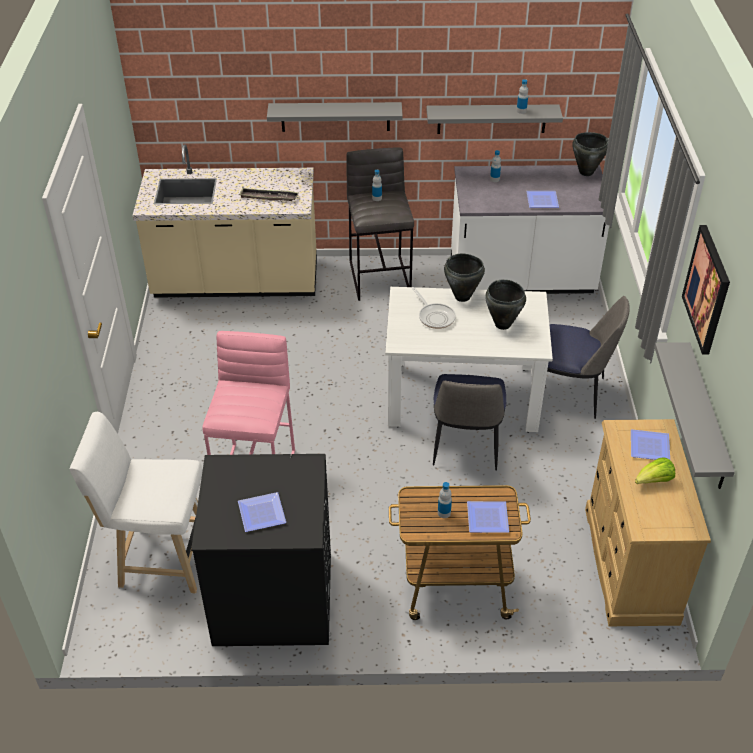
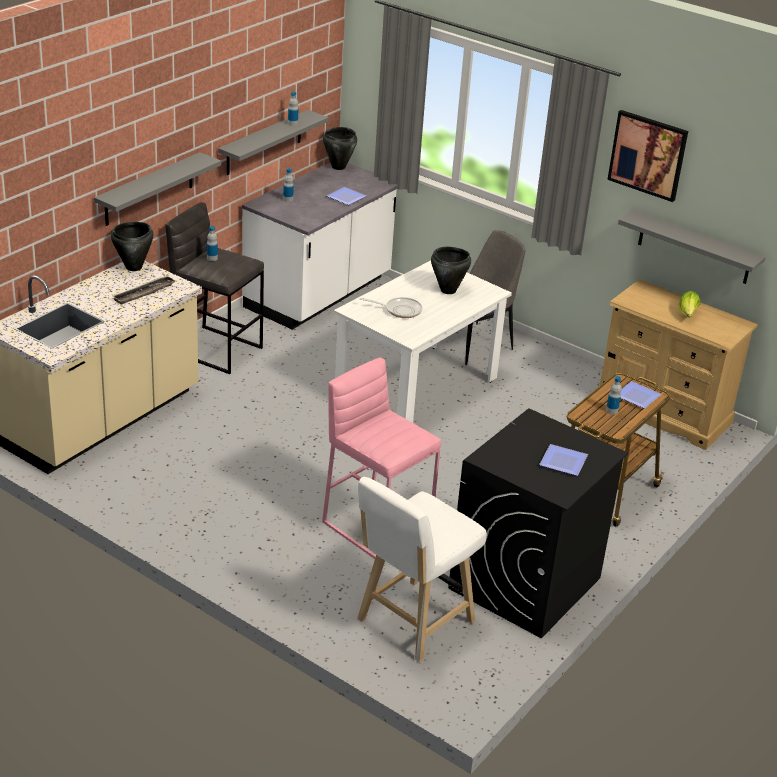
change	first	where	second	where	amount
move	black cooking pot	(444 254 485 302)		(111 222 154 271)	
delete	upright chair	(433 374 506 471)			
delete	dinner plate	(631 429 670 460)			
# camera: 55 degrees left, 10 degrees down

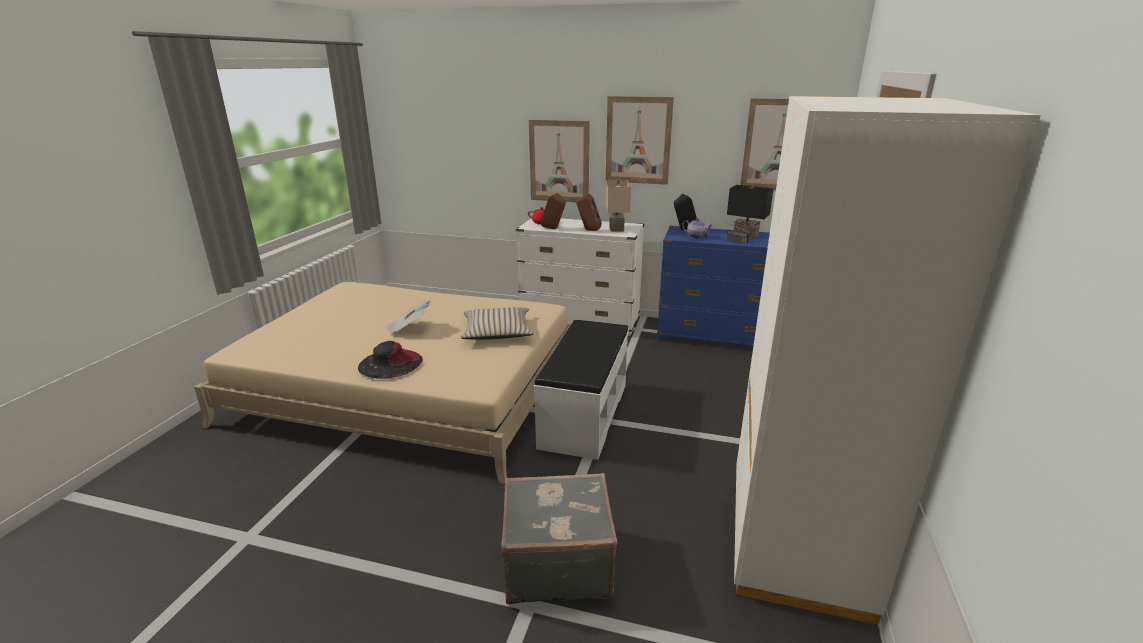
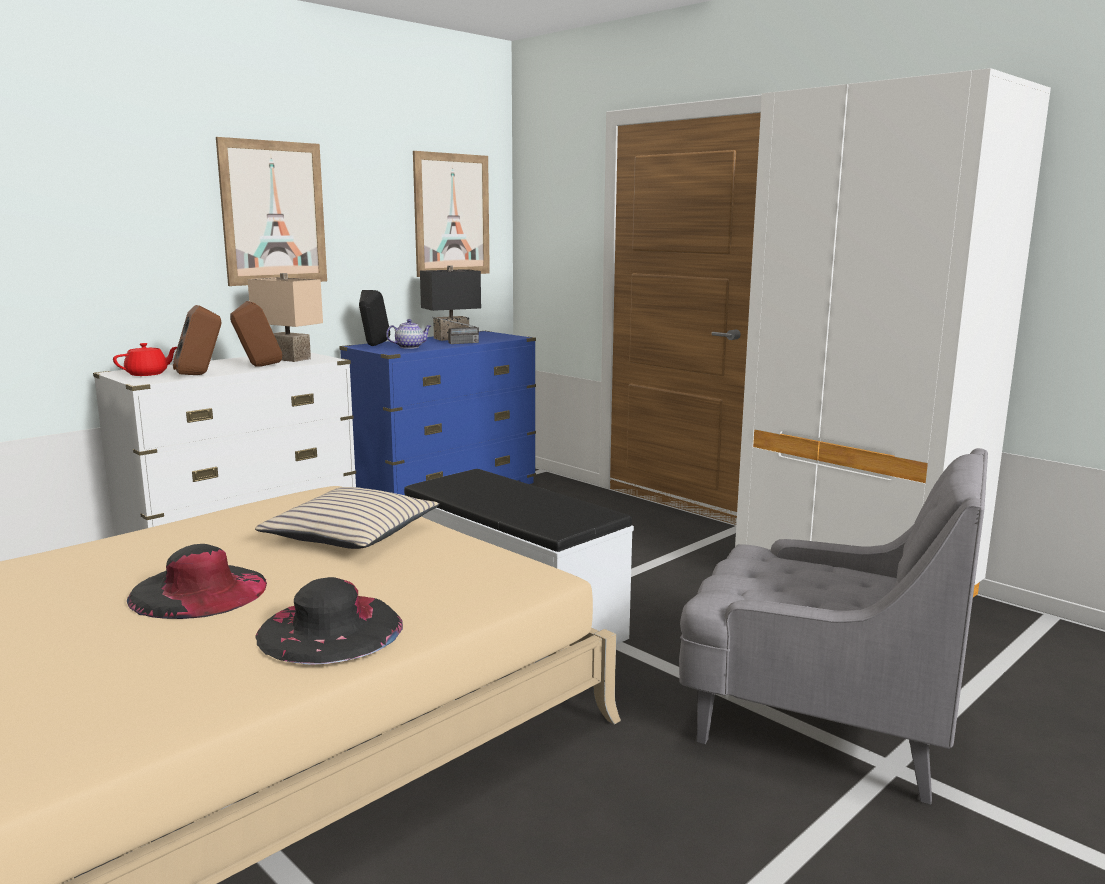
change	first	where	second	where	amount
replace	printed paper	(386 300 431 334)	black clothing hat	(127 544 267 619)	
replace	gray travel case	(501 473 617 604)	gray armchair	(679 448 988 805)	
delete	wall picture	(529 120 590 202)			
# camera: 60 degrees left, 10 degrees down

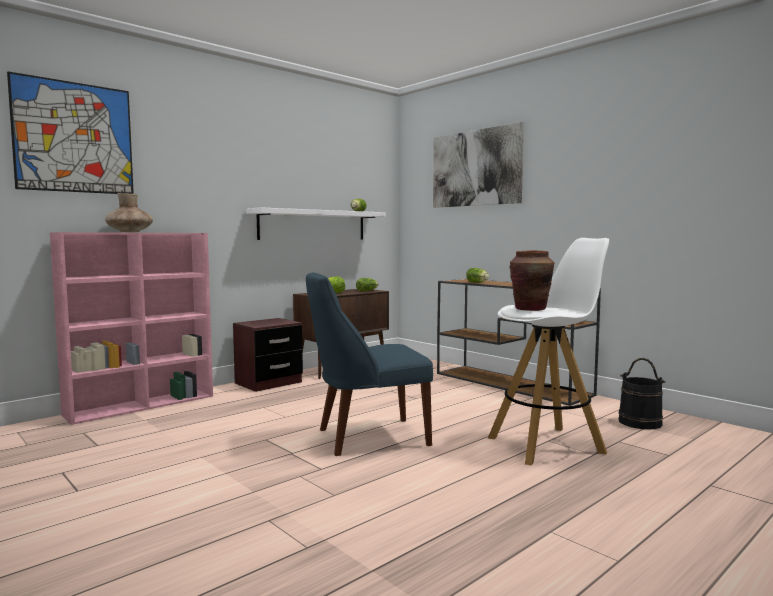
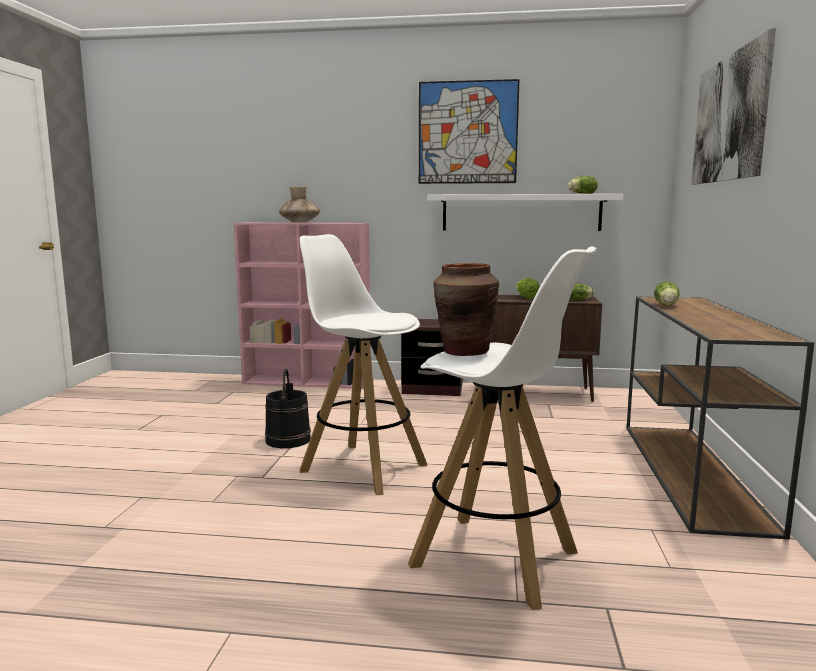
change	first	where	second	where	amount
move	black water bucket	(619 358 665 429)		(265 369 311 448)	
replace	bluish upright chair	(306 272 433 456)	whitish sitting stool	(299 234 428 495)	
move	wall picture	(7 71 134 194)		(419 79 519 184)	
# camera: 50 degrees right, 5 degrees up

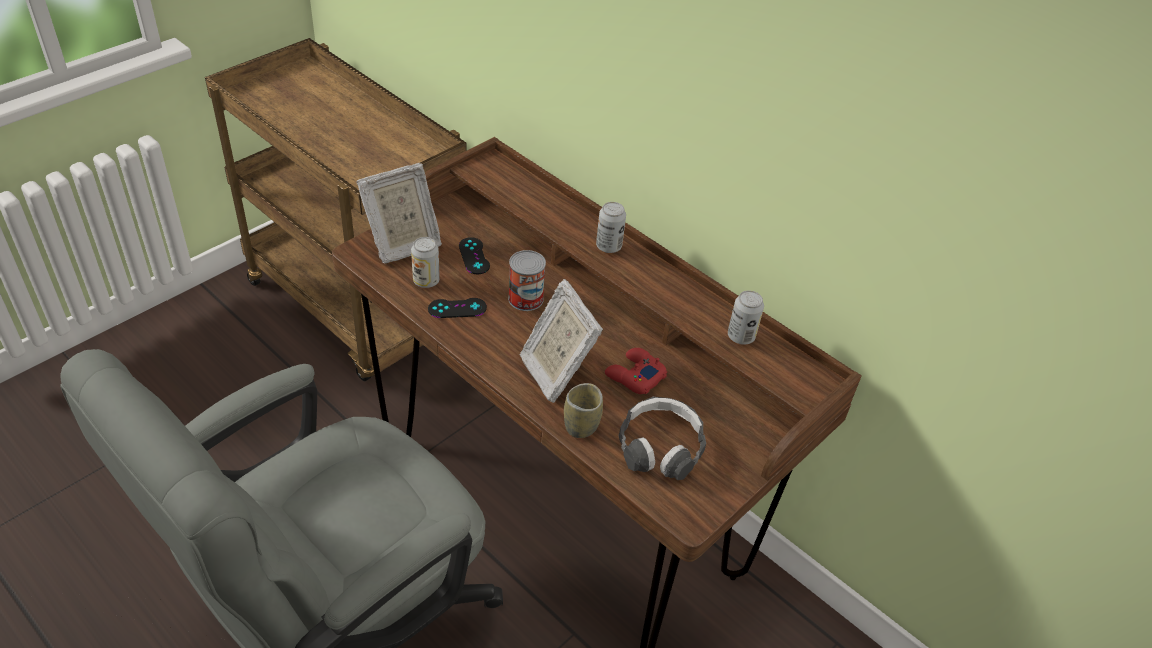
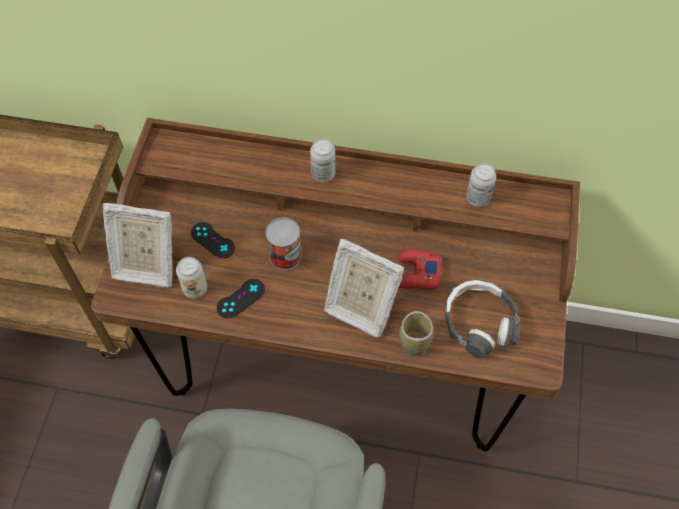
change	first	where	second	where	amount
rotate	standing frame	(356 163 442 263)		(102 203 173 288)	75 degrees clockwise
# camera: 30 degrees left, 15 degrees up

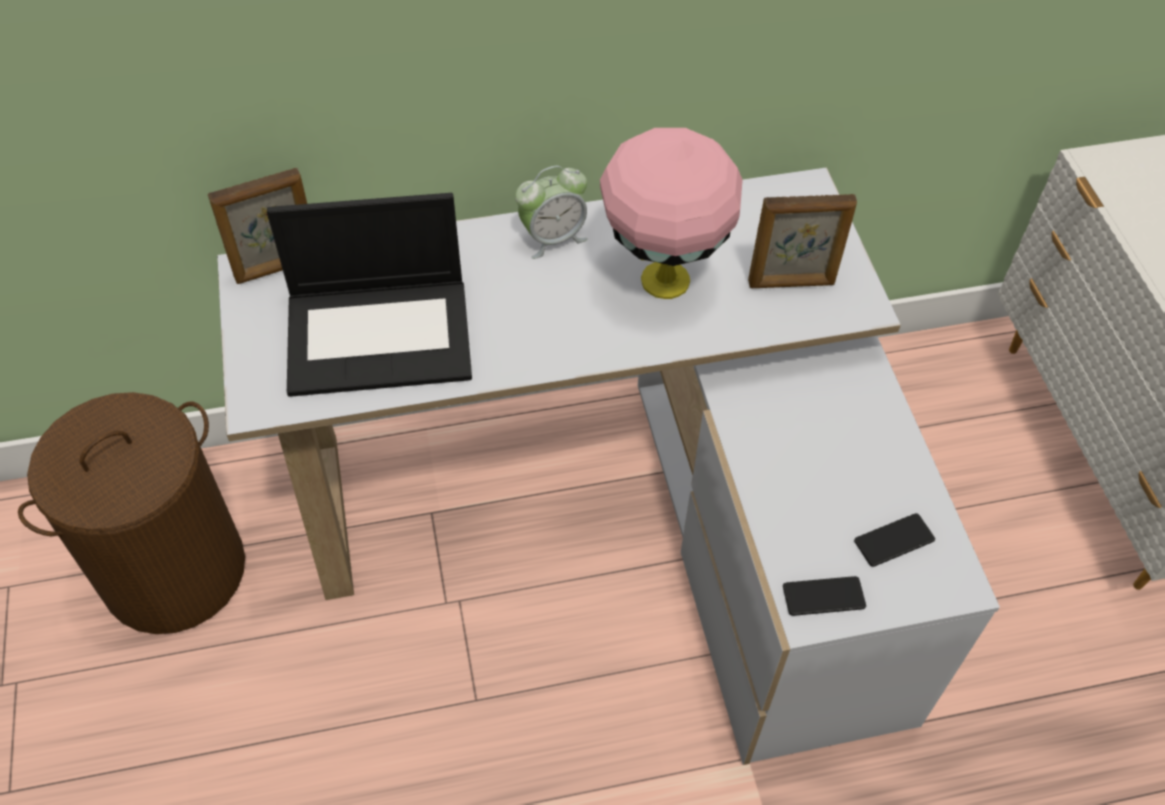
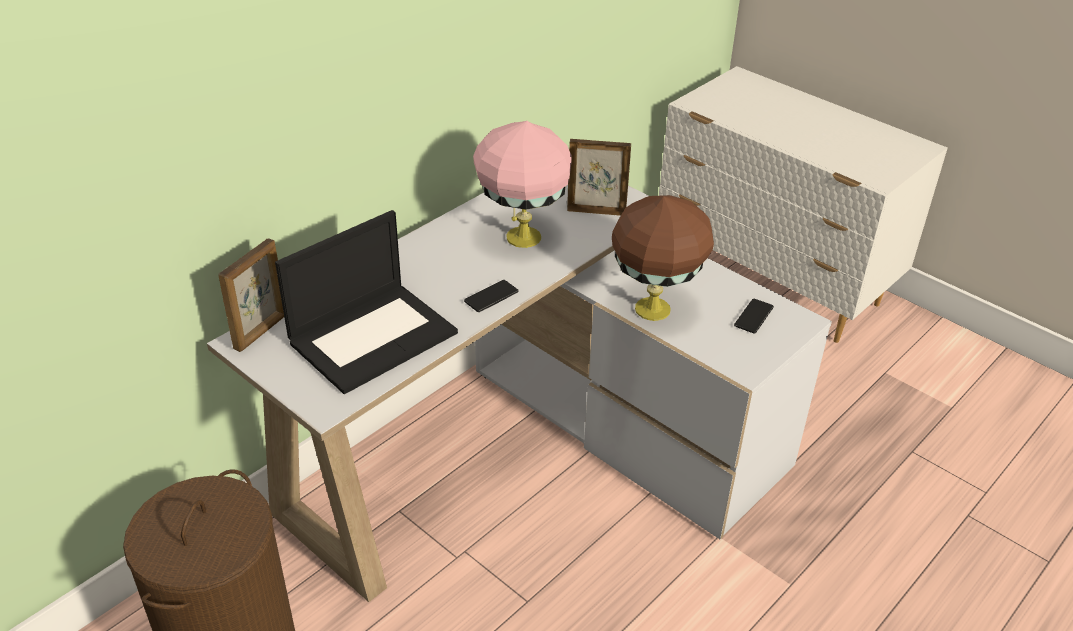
change	first	where	second	where	amount
move	phone	(783 576 866 616)		(464 280 519 312)	
rotate	standing frame	(748 194 857 288)		(567 139 631 216)	135 degrees counterclockwise
insert			brown tabletop lamp	(612 195 714 321)	
delete	bedside clock	(515 166 588 259)			
# camera: 35 degrees left, 15 degrees down

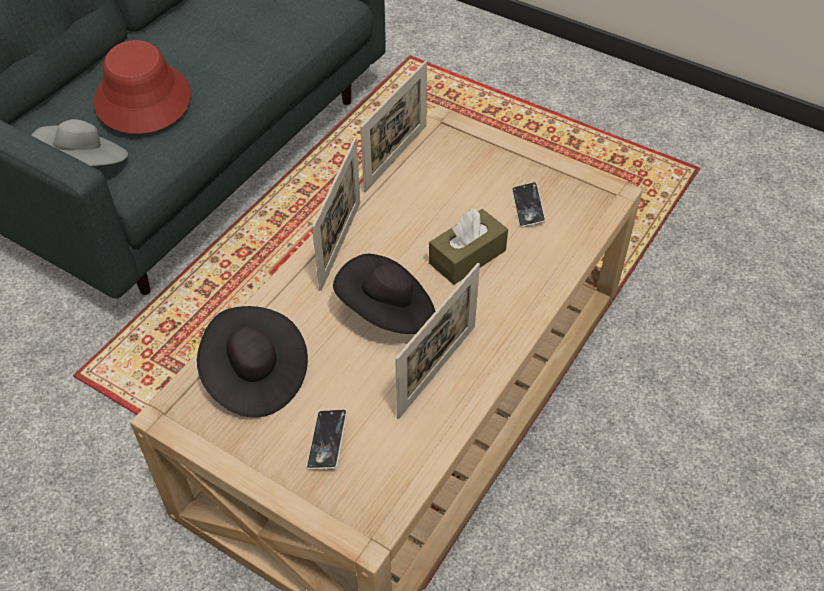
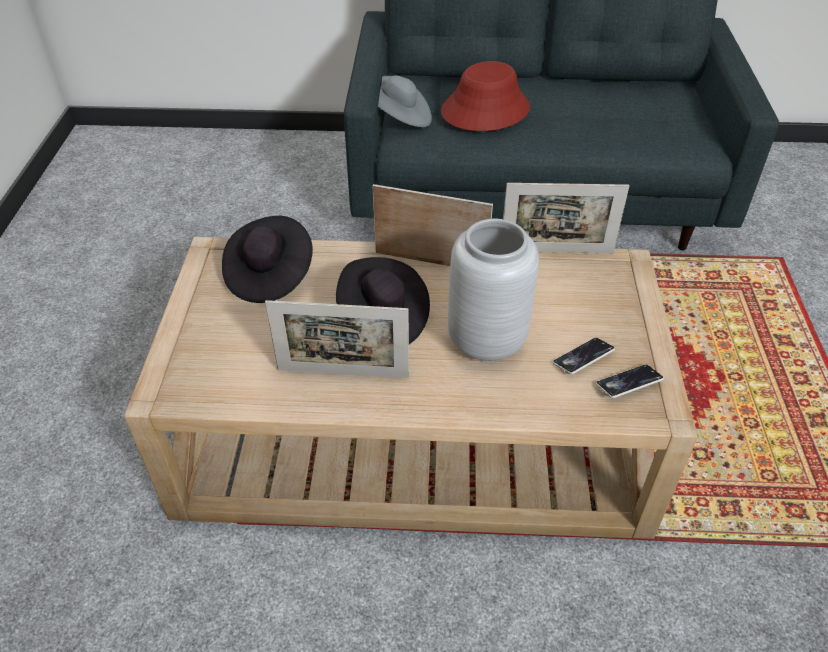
change	first	where	second	where	amount
rotate	standing frame	(312 138 360 291)		(372 184 493 266)	150 degrees counterclockwise
replace	brown box of tissues	(429 208 508 285)	gray flower vase	(448 218 539 362)	
move	phone	(307 409 347 470)		(596 364 664 398)	
# camera: 60 degrees right, 5 degrees down

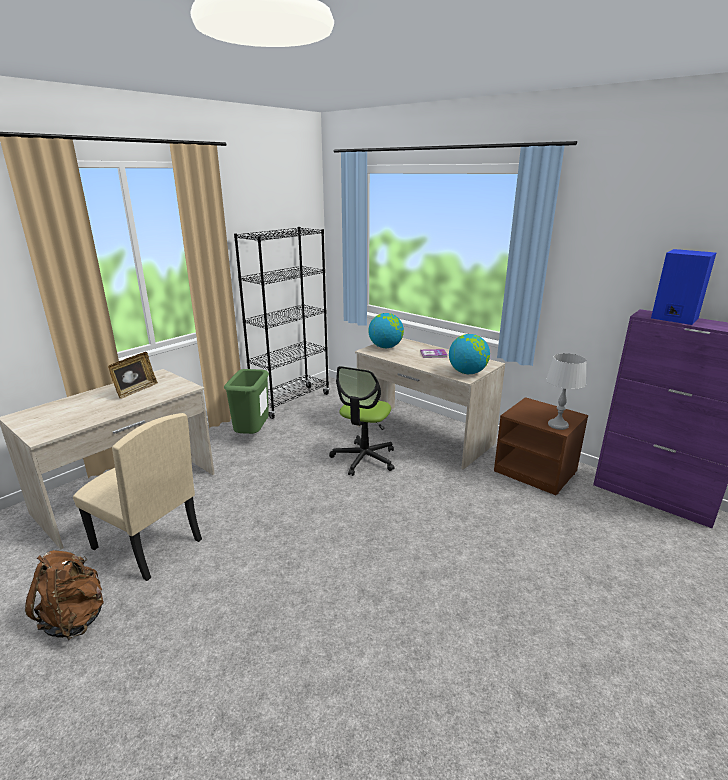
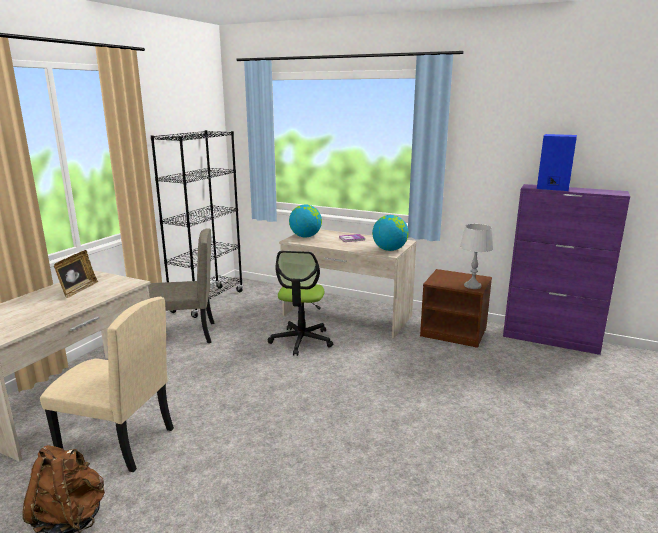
change	first	where	second	where	amount
replace	green-coloured waste bin	(224 369 269 434)	beige-coloured upright chair	(148 228 214 343)	
# camera: 15 degrees left, 5 degrees down

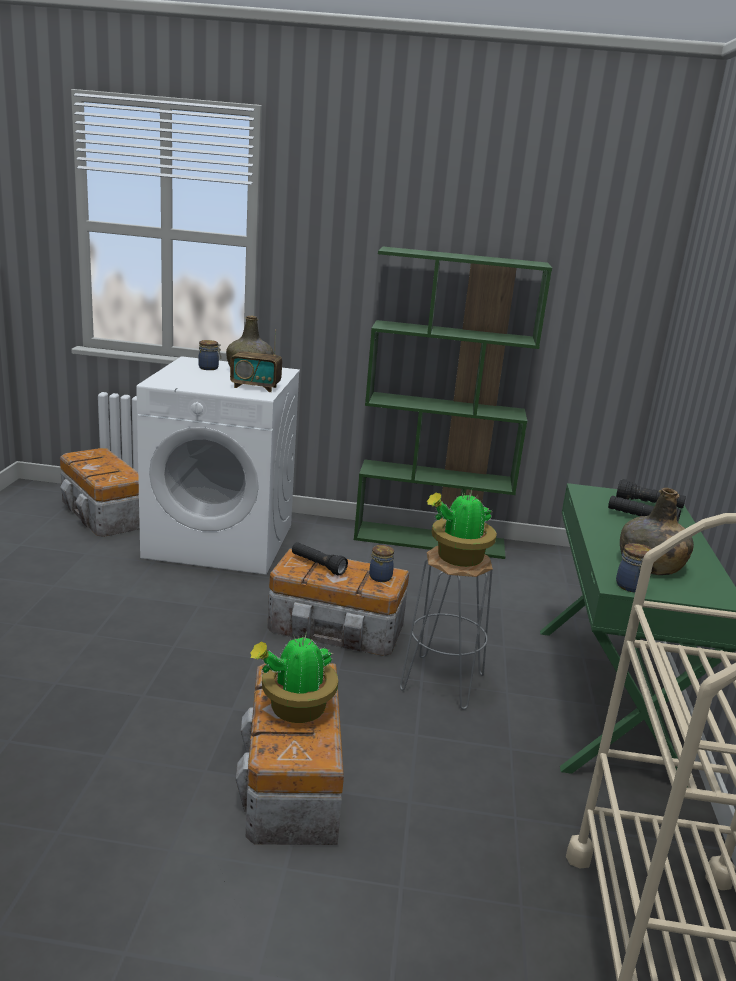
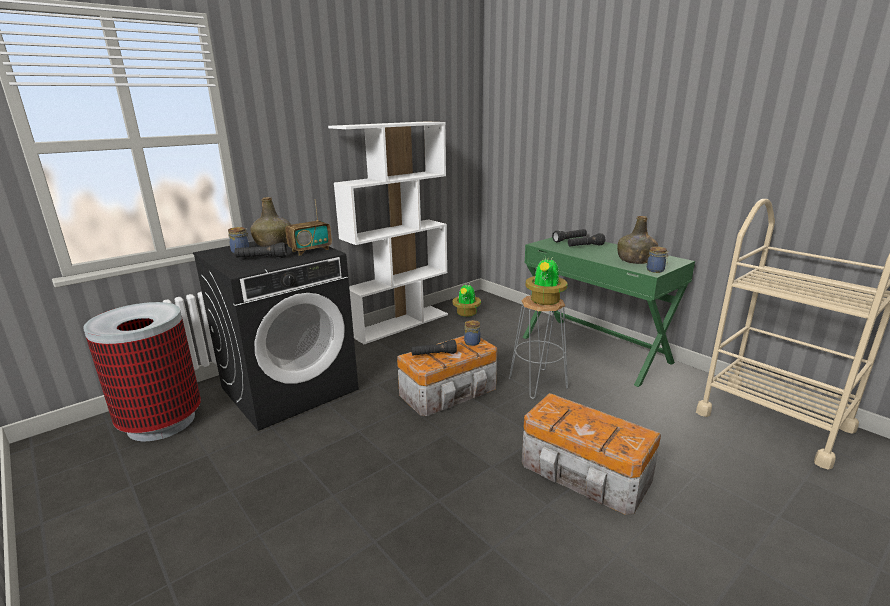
change	first	where	second	where	amount
replace	storage box	(60 448 140 537)	waste bin	(83 302 201 441)	
recolor	whitish laundry appliance	(136 356 300 575)	black laundry appliance	(193 241 359 431)	
insert			black hand torch	(234 242 287 258)	
recolor	green-coloured bookshelf	(354 246 552 559)	whitish bookshelf	(328 121 448 344)	
move	houseplant	(250 631 338 723)		(453 284 481 317)	
# camera: 45 degrees left, 0 degrees up

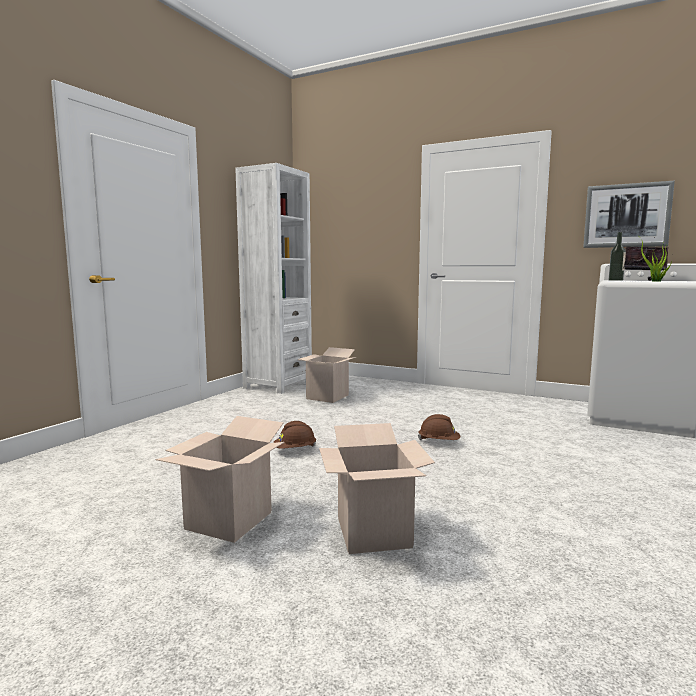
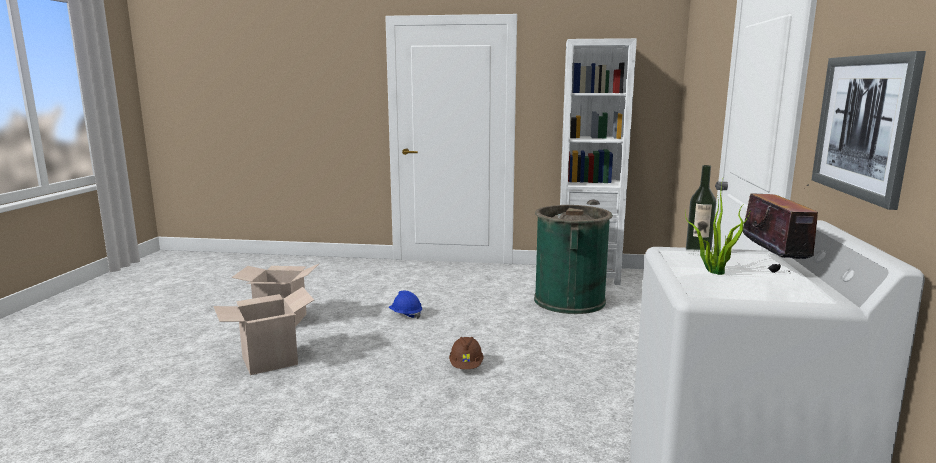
change	first	where	second	where	amount
recolor	brown work helmet	(273 421 316 449)	bluish work helmet	(389 291 422 319)	
replace	packing box	(298 347 356 403)	green-coloured waste bin	(534 205 613 314)	
# camera: 70 degrees right, 5 degrees up

